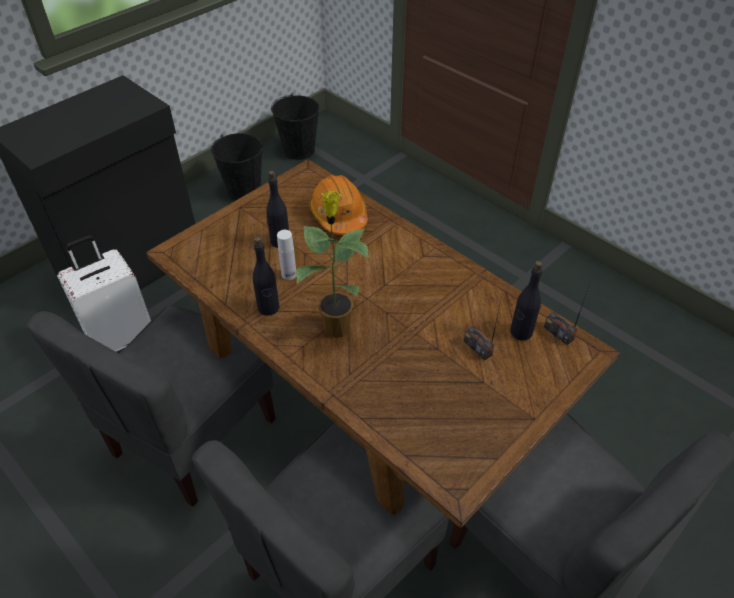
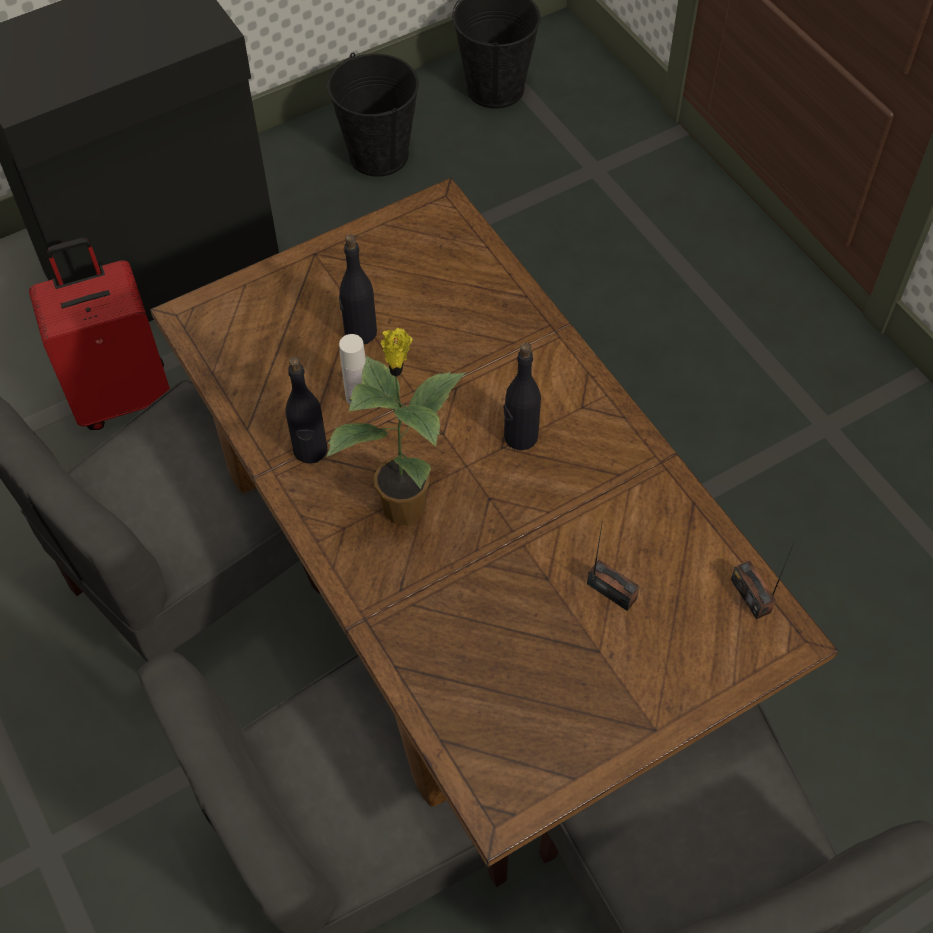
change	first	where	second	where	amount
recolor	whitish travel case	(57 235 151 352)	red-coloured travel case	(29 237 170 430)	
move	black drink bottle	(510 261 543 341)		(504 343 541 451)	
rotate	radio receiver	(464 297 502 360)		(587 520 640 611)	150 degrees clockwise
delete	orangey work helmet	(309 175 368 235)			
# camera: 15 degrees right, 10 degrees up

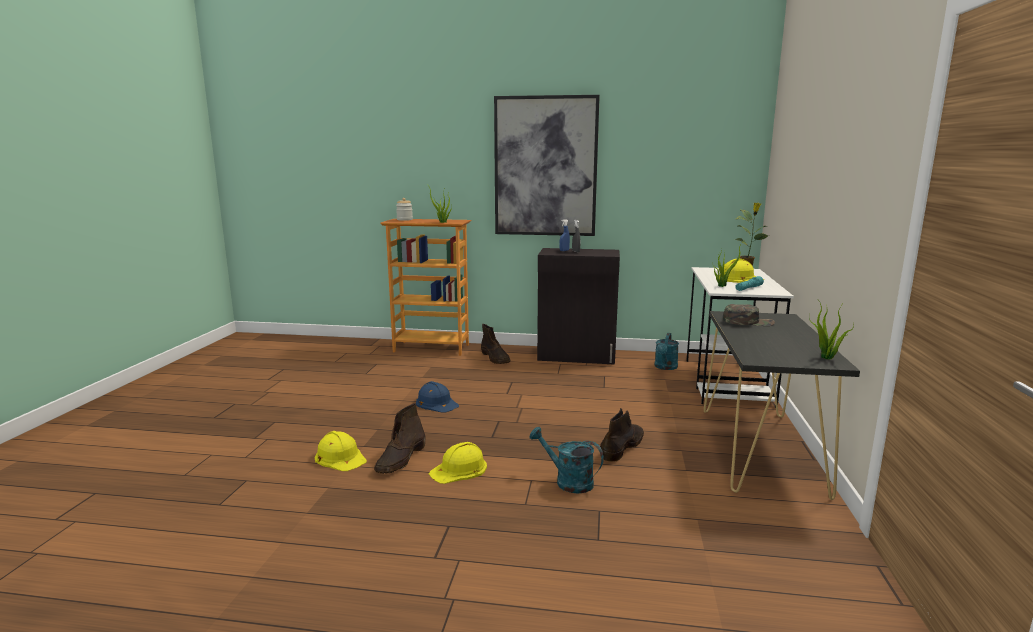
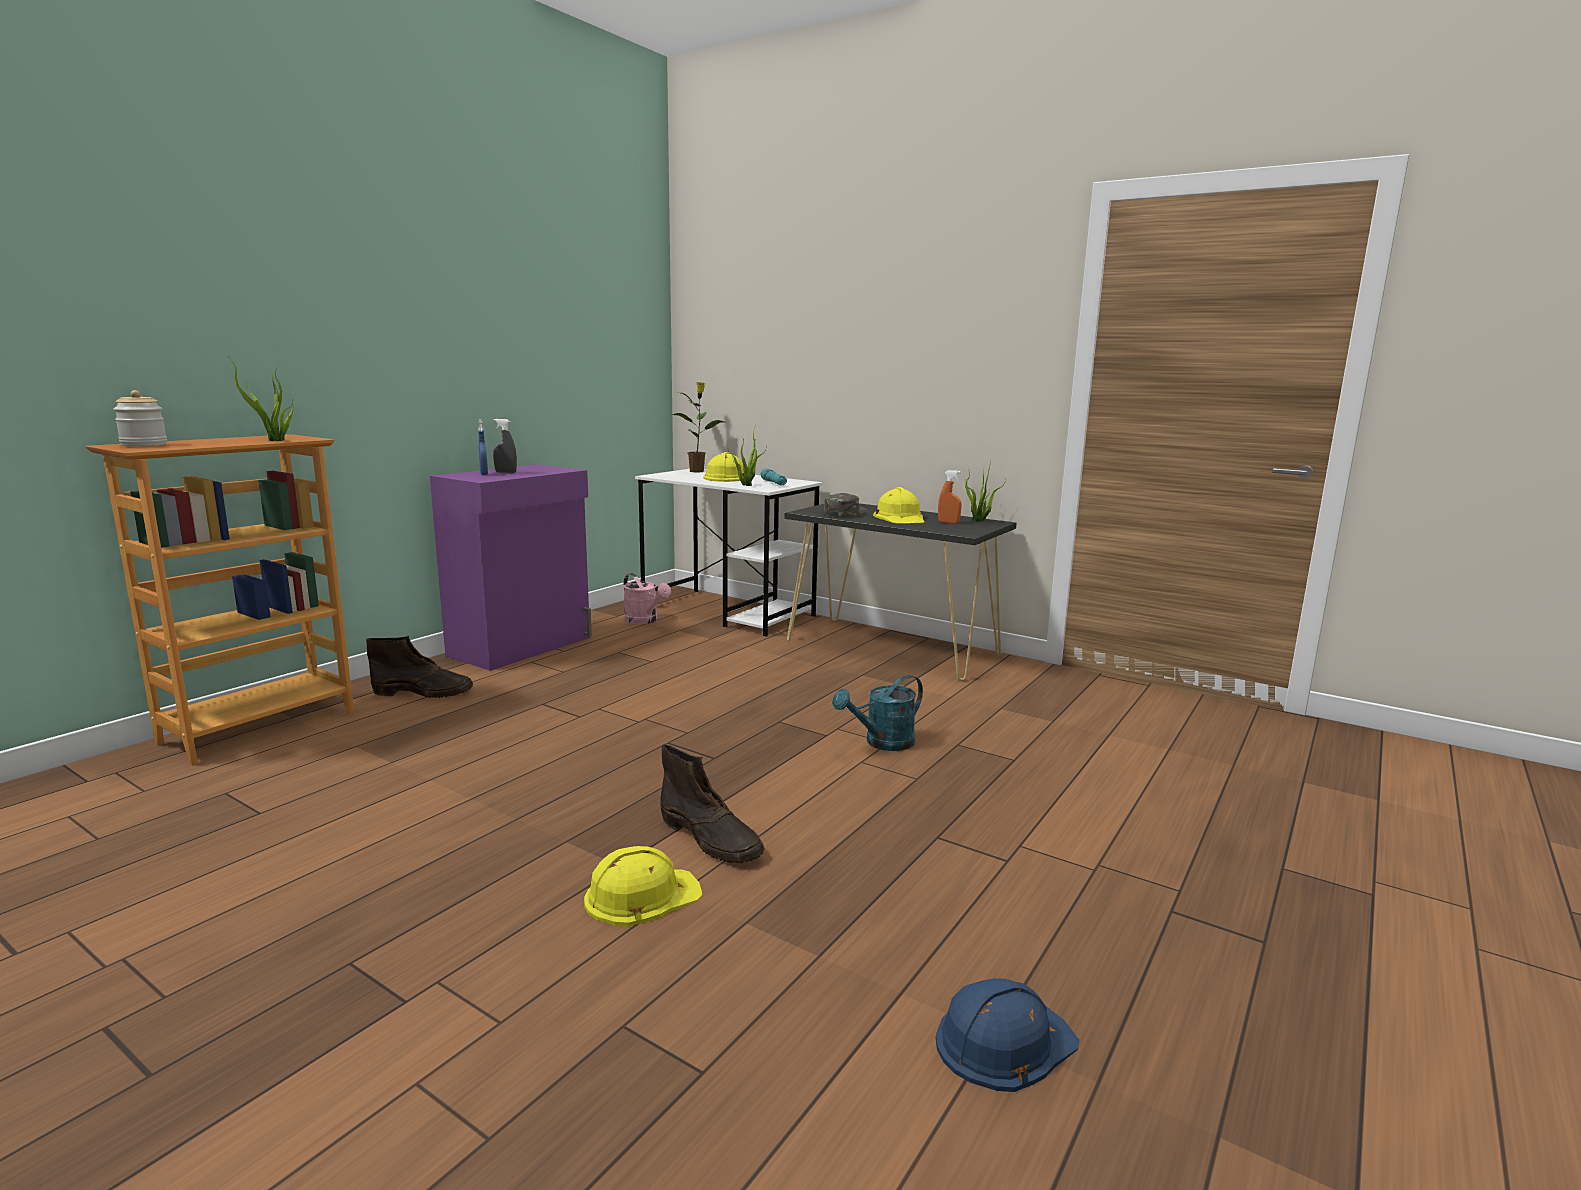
change	first	where	second	where	amount
recolor	black storage cabinet	(537 248 620 365)	purple-coloured storage cabinet	(430 464 592 671)	
recolor	turquoise-coloured sprinkling can	(655 333 679 370)	pink-coloured sprinkling can	(624 573 671 624)	
move	yellowish work helmet	(429 442 487 484)		(873 487 924 524)	
move	bluish work helmet	(416 381 459 412)		(936 978 1079 1092)	
insert			orangey hand sprayer	(938 470 962 524)	
delete	wall picture	(494 95 600 236)			
delete	brown high-top boot	(600 408 644 462)			
# camera: 65 degrees left, 0 degrees up

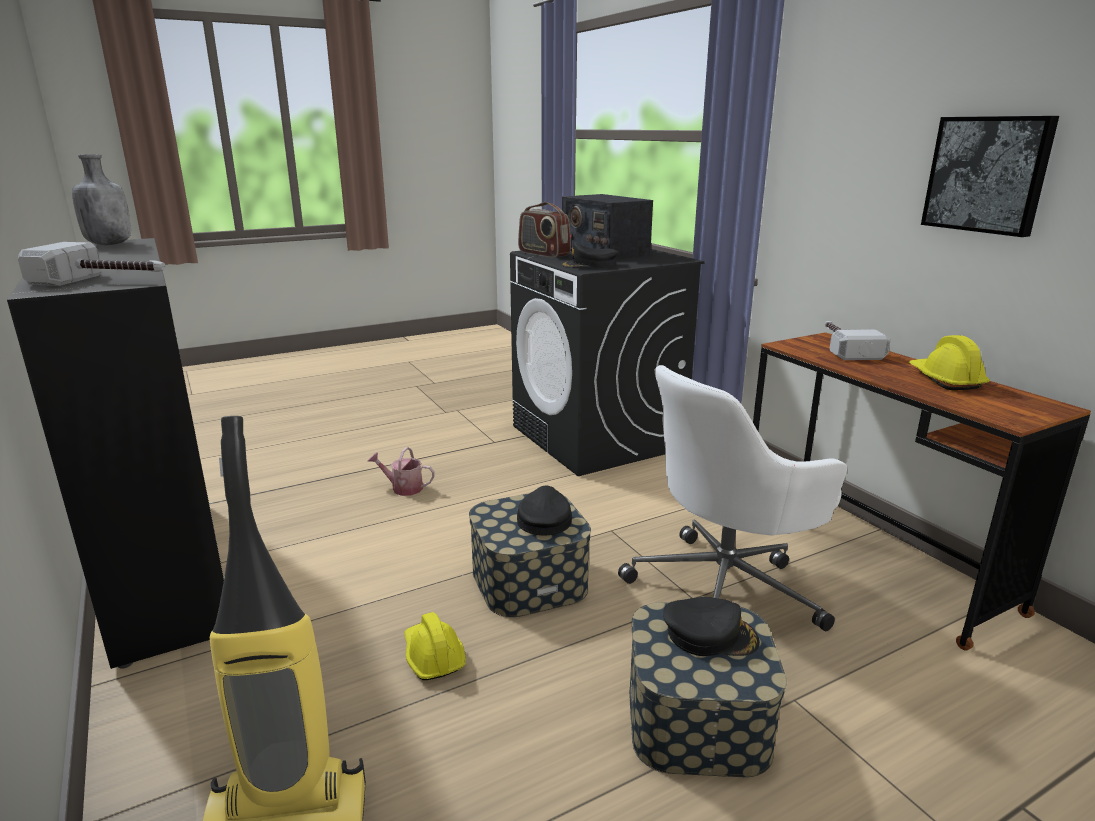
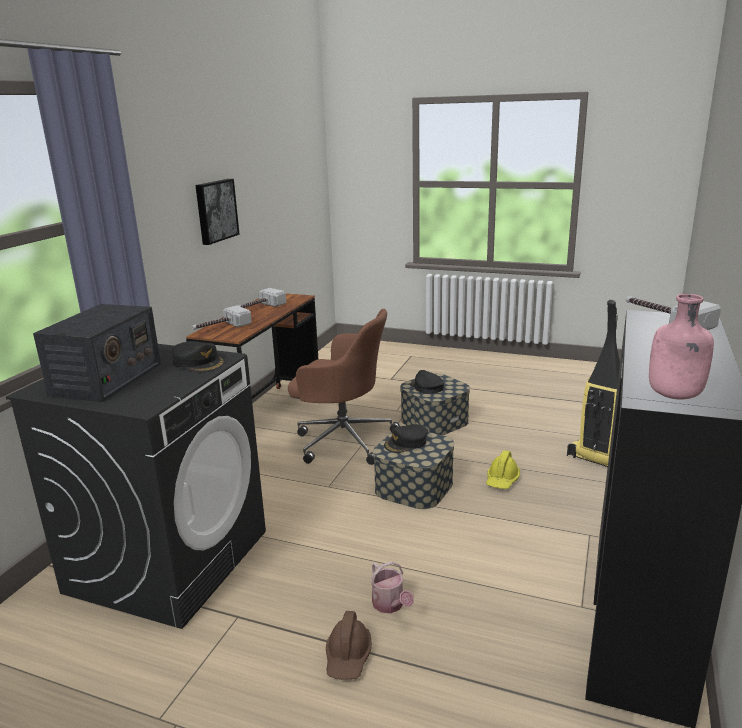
change	first	where	second	where	amount
replace	yellowish work helmet	(909 335 990 390)	tool hammer	(238 288 286 308)	
recolor	whitish desk chair	(618 365 847 631)	brown desk chair	(288 309 400 465)	
insert			brown work helmet	(326 611 372 680)	
recolor	gray drink bottle	(72 154 131 245)	pink-coloured drink bottle	(649 294 714 400)	
delete	radio receiver	(518 202 571 258)			
# camera: 130 degrees left, 0 degrees up

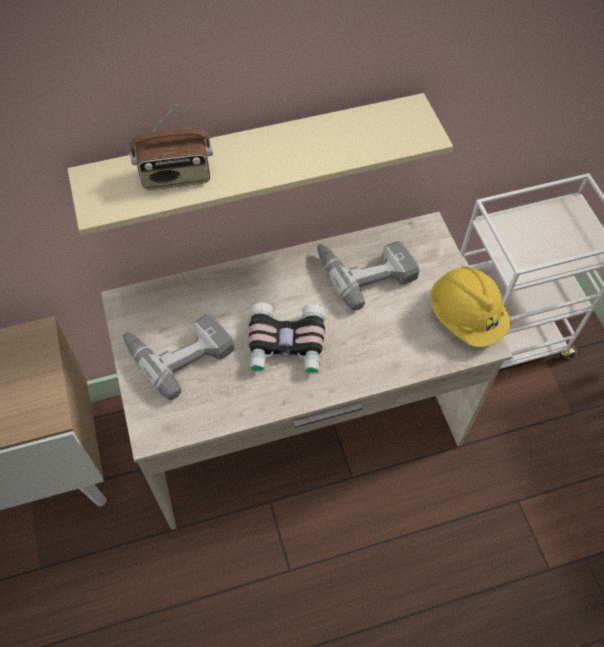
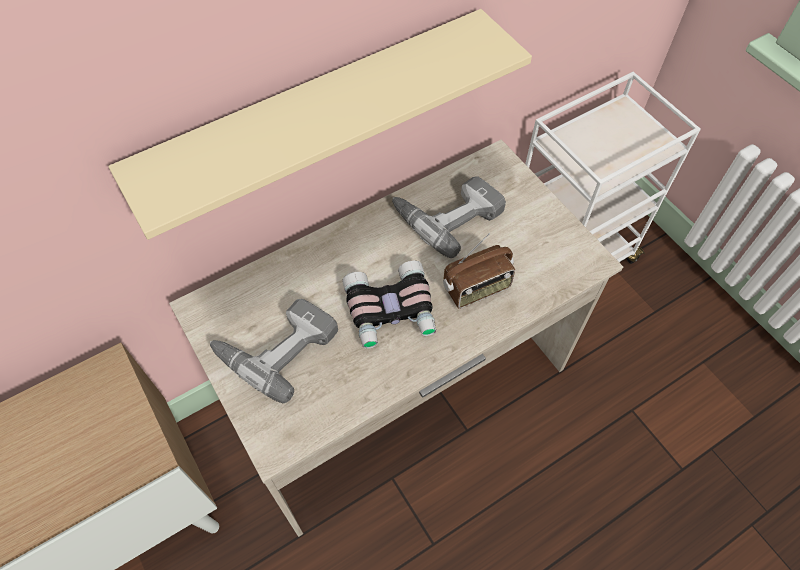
change	first	where	second	where	amount
move	radio receiver	(130 104 213 190)		(443 233 515 309)	
delete	yellowish work helmet	(431 266 511 347)			
# camera: 15 degrees left, 0 degrees up

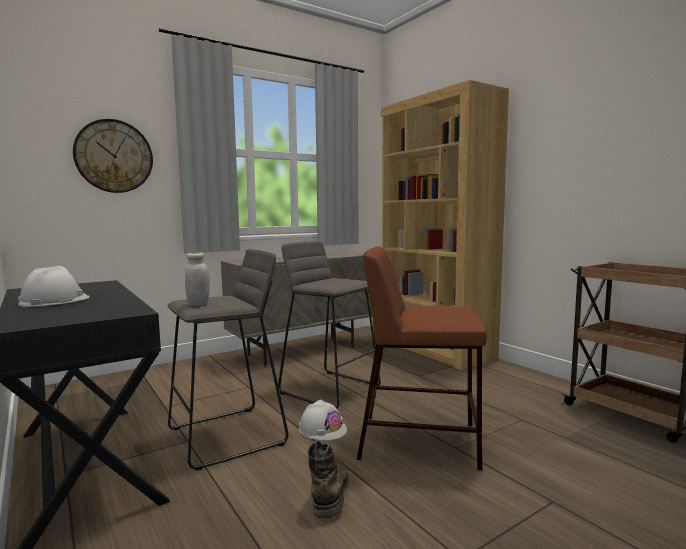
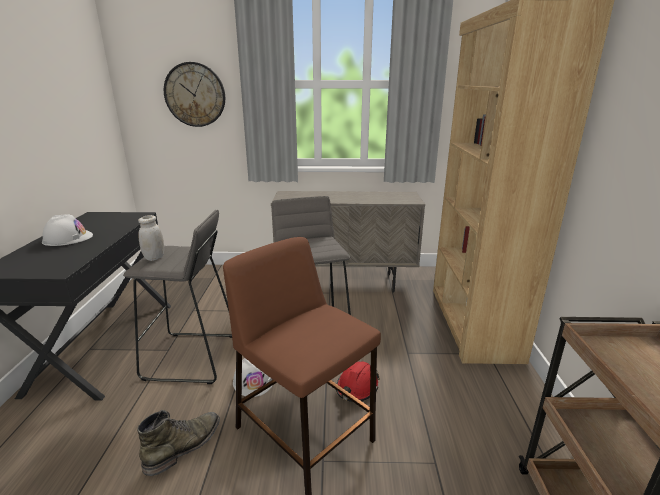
change	first	where	second	where	amount
insert			red-coloured work helmet	(336 362 380 402)	
# camera: 35 degrees right, 15 degrees up

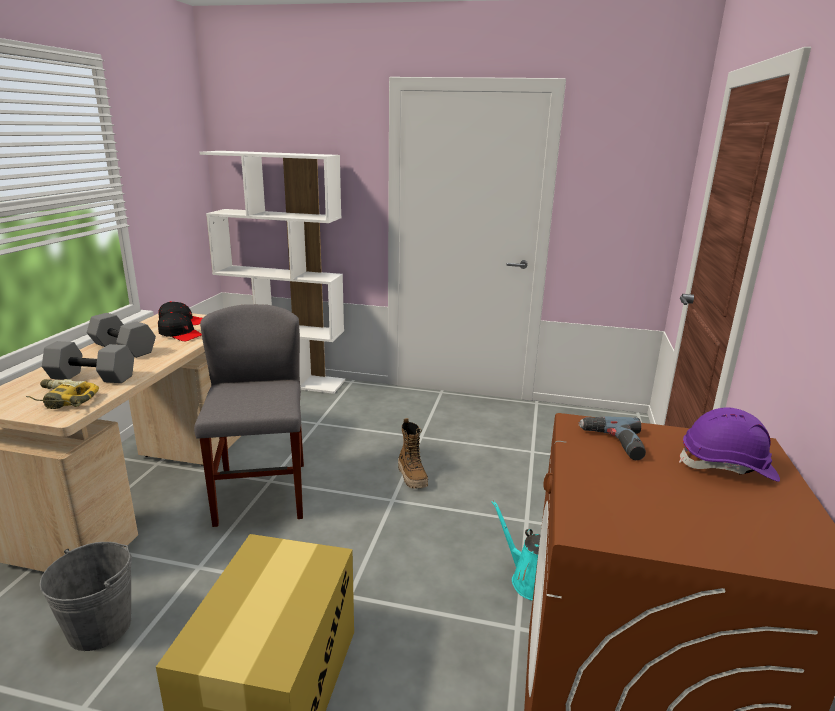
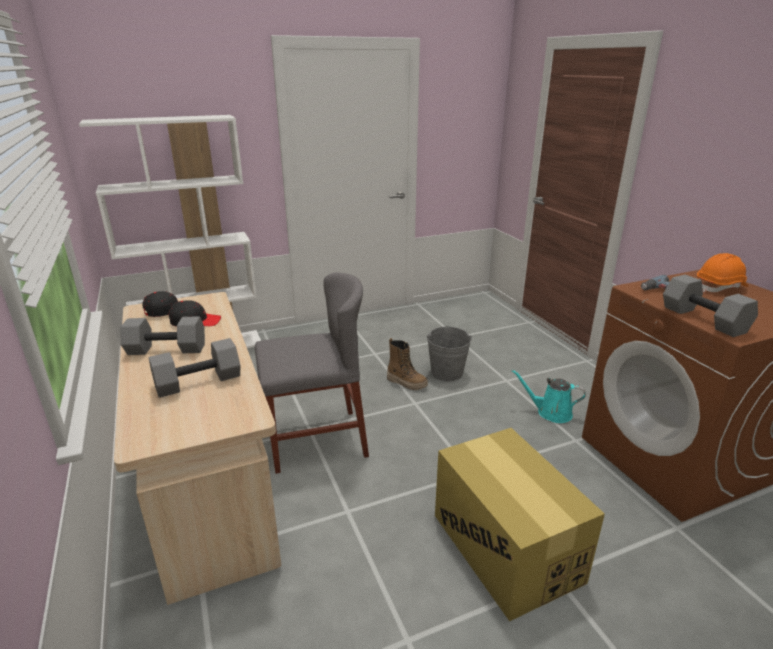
change	first	where	second	where	amount
rotate	gray upright chair	(194 304 304 527)		(255 272 369 474)	120 degrees clockwise
move	gray water bucket	(39 542 132 651)		(427 326 472 381)	
insert			gray free weight	(663 275 758 337)	
recolor	purple-coloured work helmet	(679 408 780 482)	orangey work helmet	(697 253 748 292)	
delete	power drill	(26 379 99 409)			
# camera: 35 degrees left, 5 degrees up

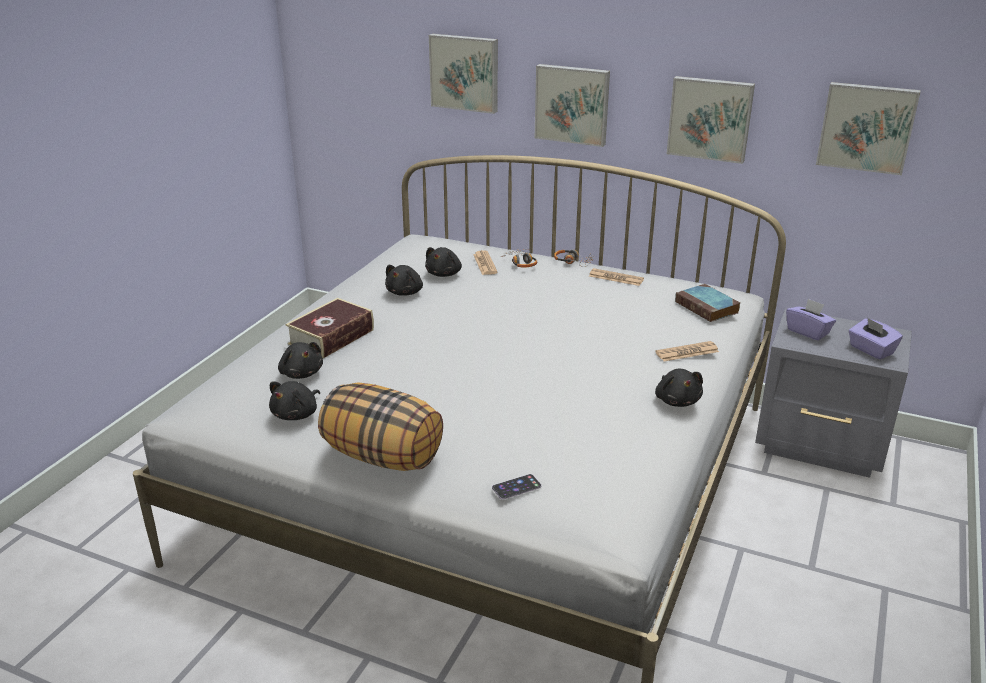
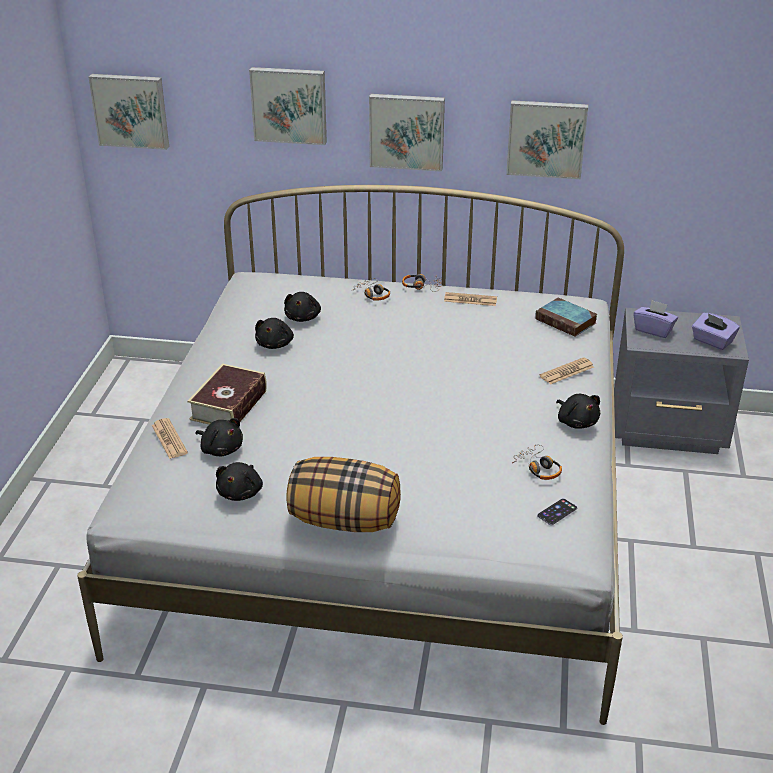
change	first	where	second	where	amount
move	wall picture	(816 82 921 175)		(89 74 169 150)	
move	printed paper	(473 250 498 275)		(152 418 188 459)	
insert			pair of headphones	(512 445 562 480)	
move	phone	(492 474 542 500)		(537 498 577 525)	
# camera: 15 degrees left, 5 degrees up

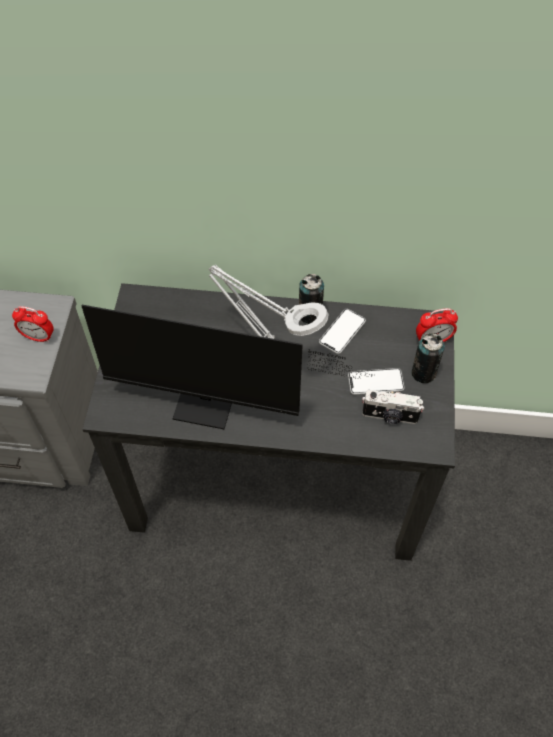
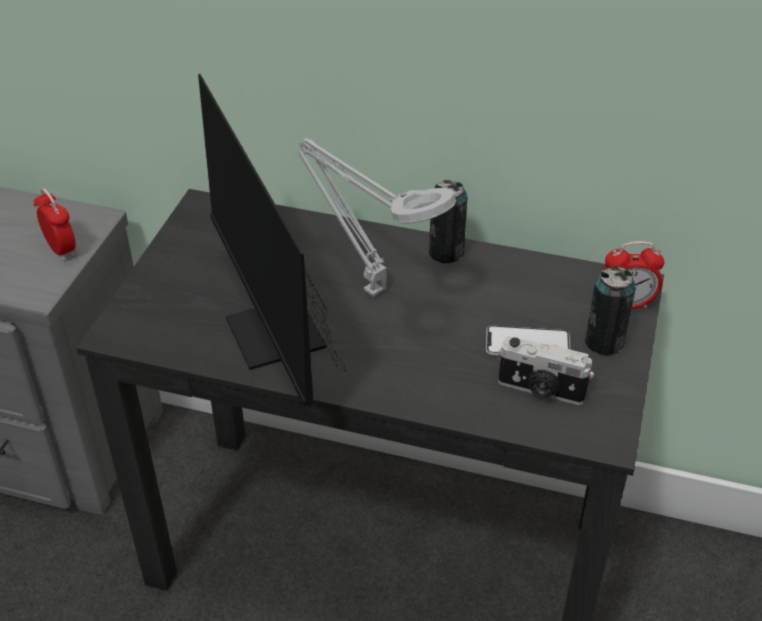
change	first	where	second	where	amount
rotate	bedside clock	(12 306 54 343)		(34 188 76 261)	150 degrees counterclockwise
rotate	computer screen	(81 305 375 429)		(198 74 346 407)	45 degrees clockwise
delete	phone	(319 309 366 354)			
# camera: 10 degrees right, 15 degrees down

